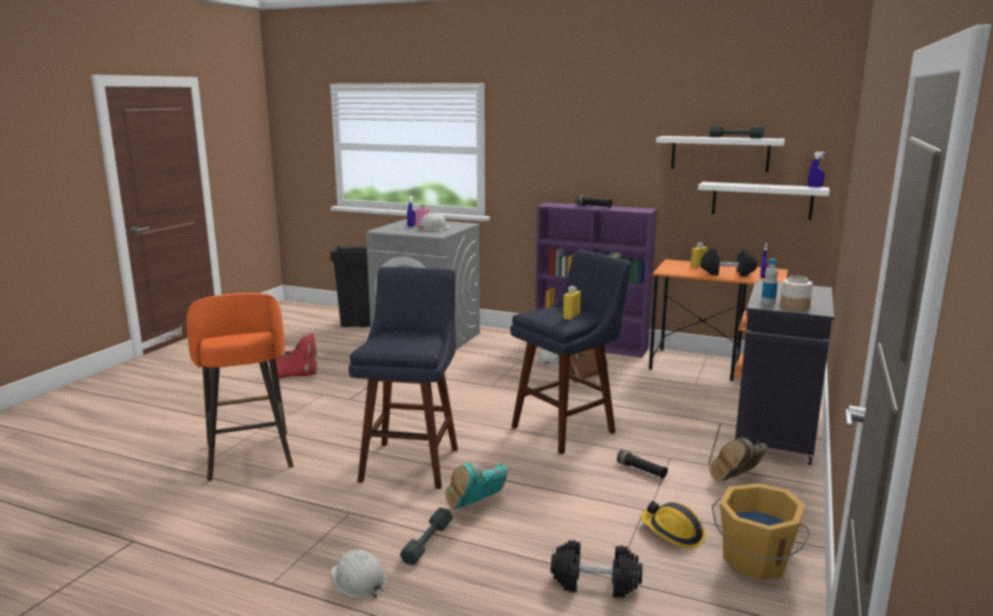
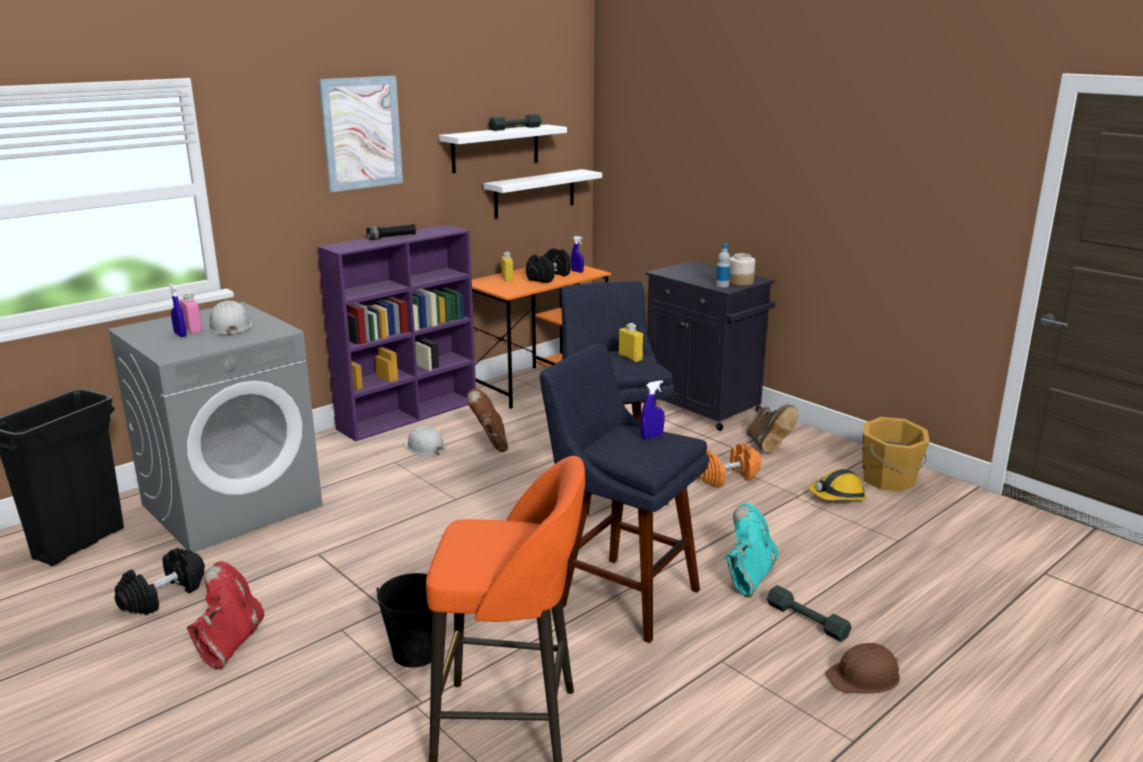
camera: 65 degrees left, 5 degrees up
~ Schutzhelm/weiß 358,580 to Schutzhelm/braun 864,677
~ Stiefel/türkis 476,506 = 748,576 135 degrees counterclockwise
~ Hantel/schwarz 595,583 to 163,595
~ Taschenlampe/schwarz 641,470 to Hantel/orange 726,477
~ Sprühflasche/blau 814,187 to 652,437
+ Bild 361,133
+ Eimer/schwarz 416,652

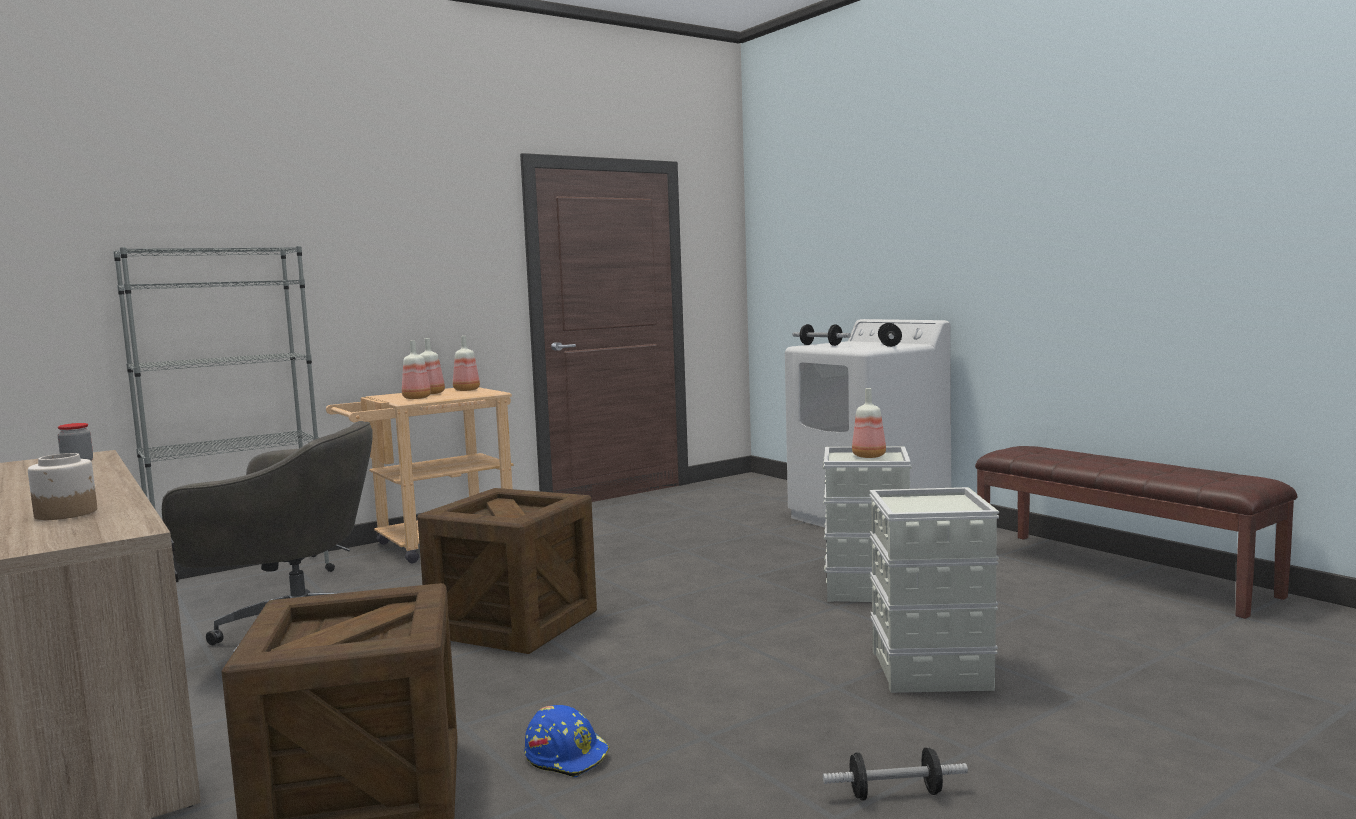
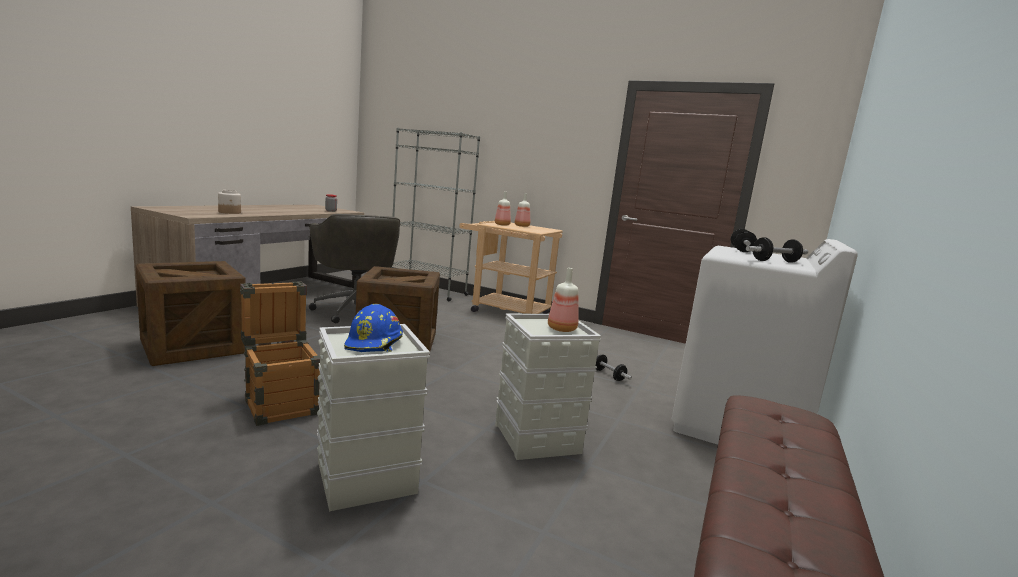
camera: 60 degrees right, 5 degrees up
- Flasche 466,390
~ Schutzhelm/blau 567,756 to 374,343
~ Hantel 895,794 to 608,375
+ Kiste 280,403

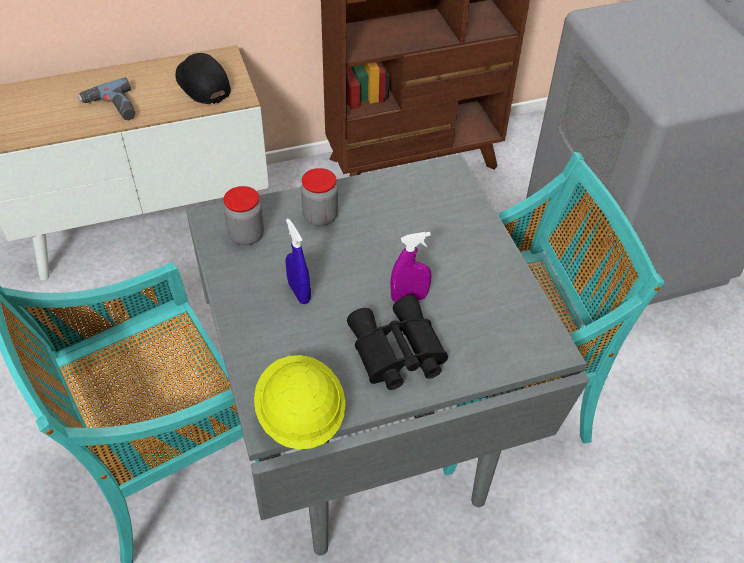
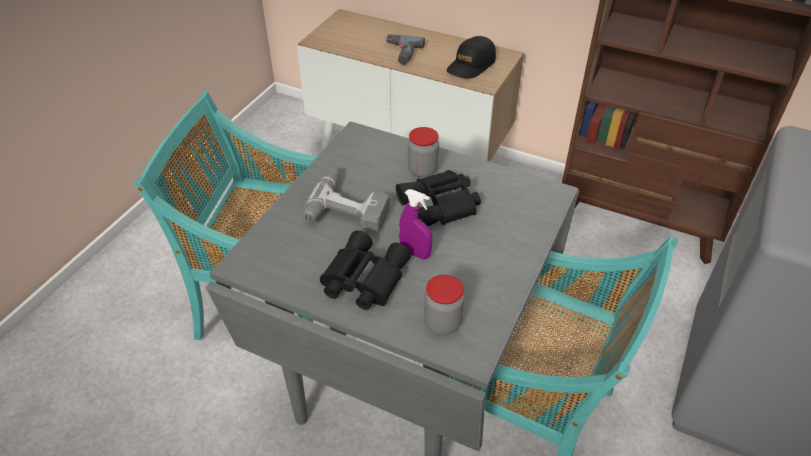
camera: 45 degrees right, 5 degrees down
~ Kappe/schwarz 202,84 = 471,65 150 degrees counterclockwise
~ Vorratsglas 246,235 to 442,323
- Schutzhelm/gelb 300,416
~ Sprühflasche/blau 299,293 to Bohrmaschine 351,205
+ Fernglas/schwarz 440,206

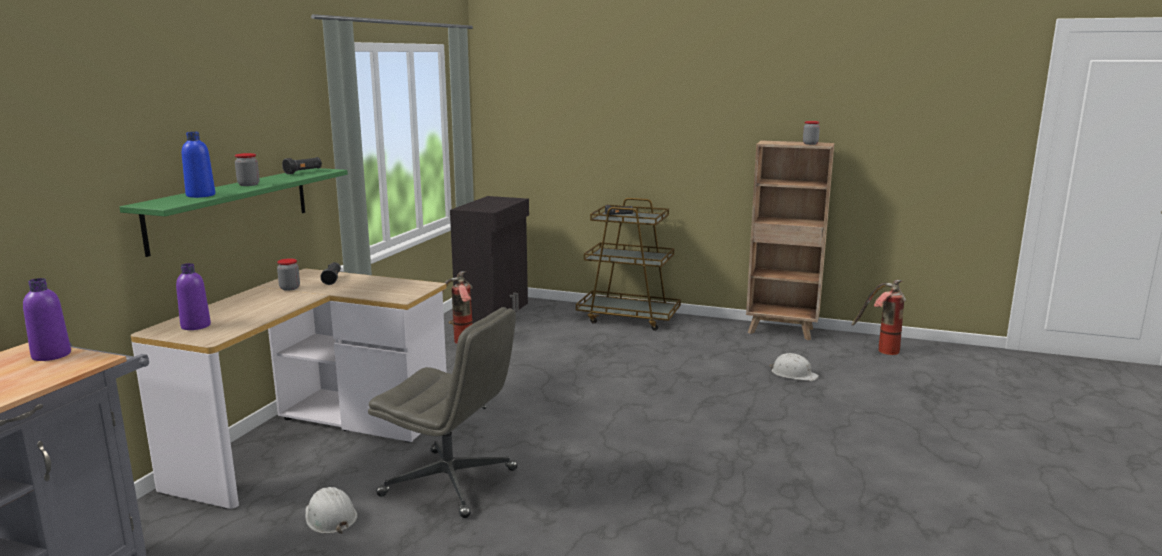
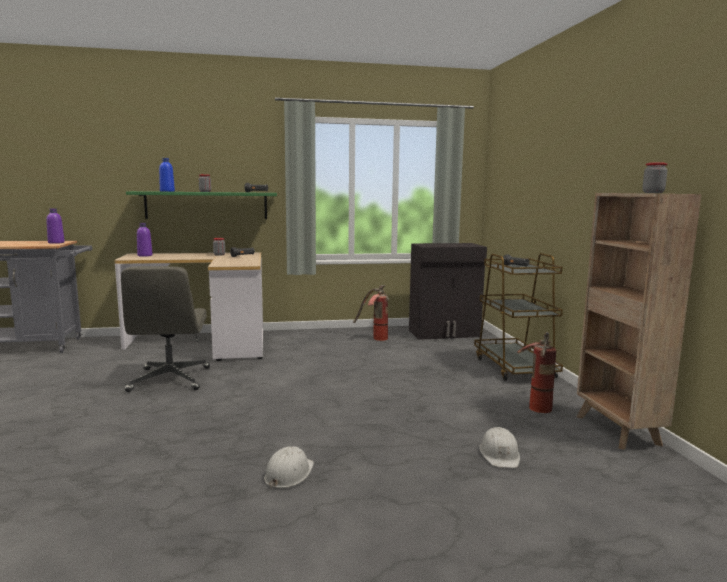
camera: 60 degrees right, 5 degrees down
~ Schutzhelm/weiß 330,517 to 288,474
~ Feuerlöscher 879,350 to 536,405

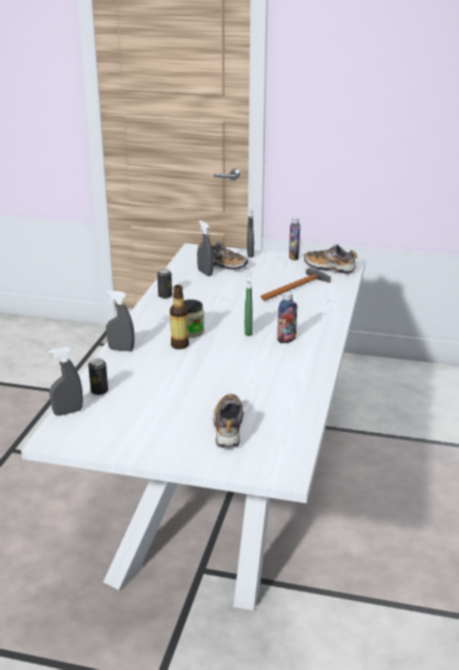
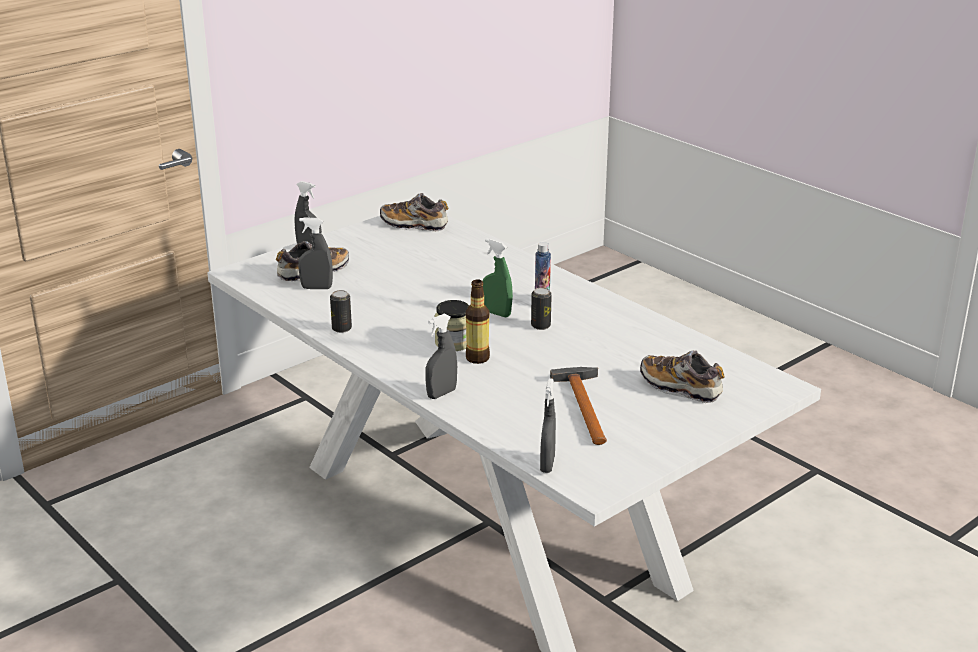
camera: 55 degrees left, 0 degrees up
~ Dose 99,391 to 540,326
~ Hammer 296,287 to 584,405
- Flasche 293,257
~ Schuh 329,268 = 414,225 45 degrees clockwise

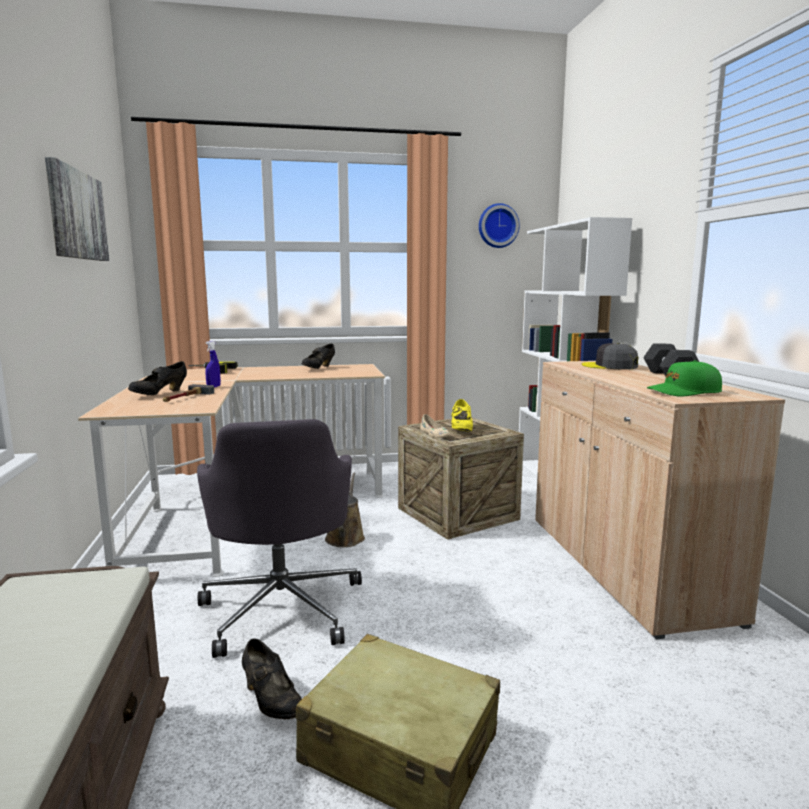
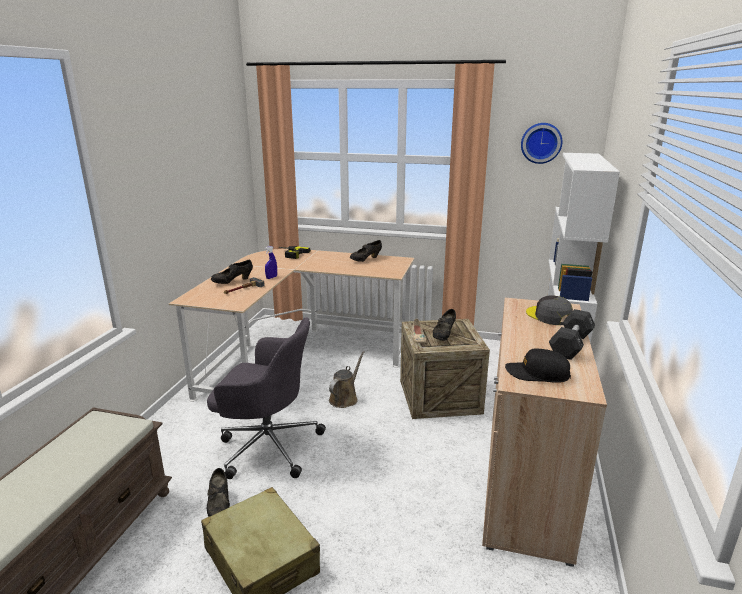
camera: 25 degrees right, 10 degrees up
- Bild 76,215
~ Bürostuhl/grau 282,608 = 267,445 90 degrees counterclockwise
~ Schuh/gelb 461,430 to Schuh/schwarz 444,335
~ Kappe/grün 684,392 to Kappe/schwarz 537,374

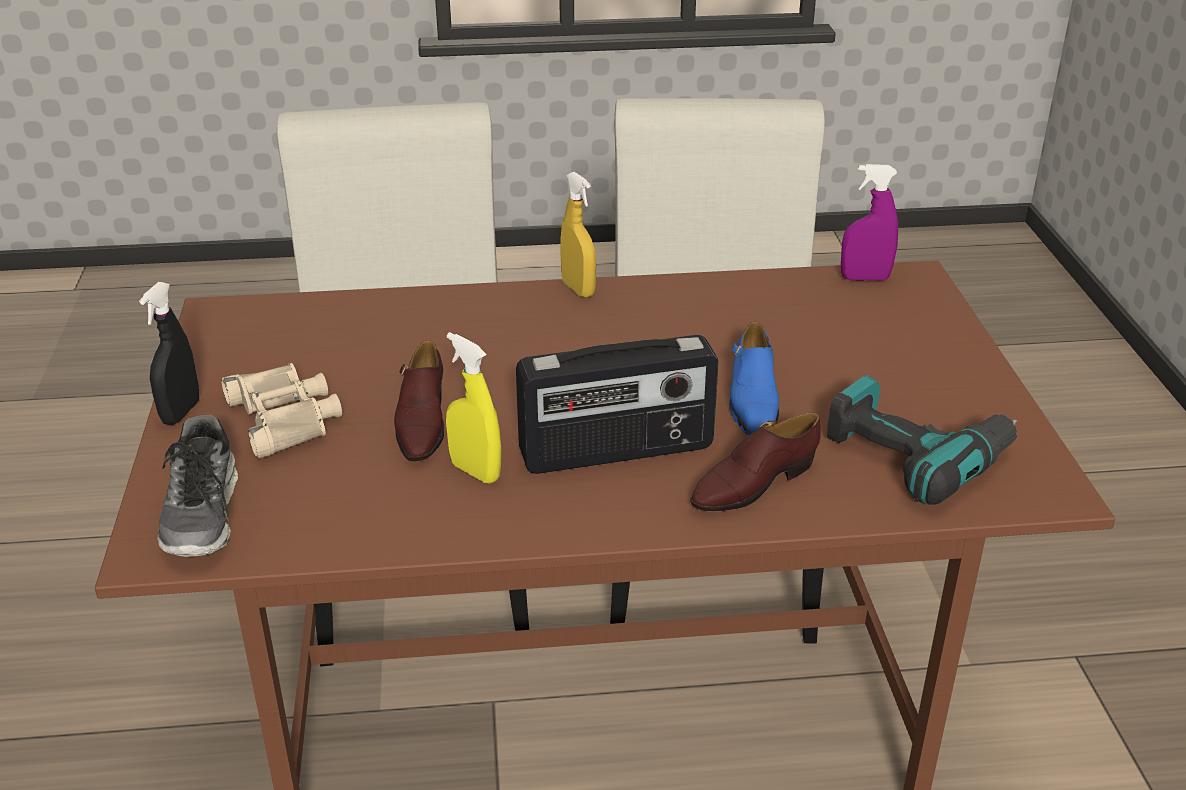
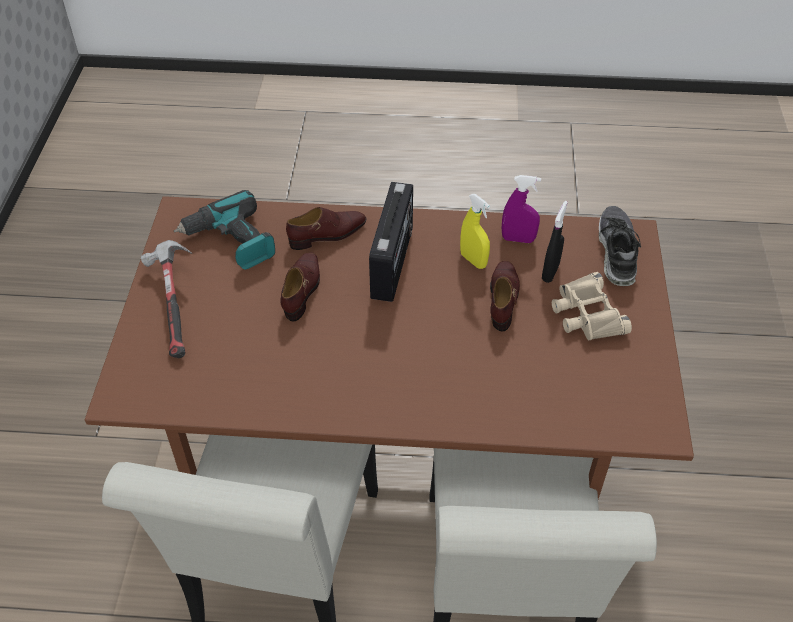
camera: 170 degrees left, 15 degrees up
~ Sprühflasche/schwarz 181,412 to 550,272
~ Radio 617,452 = 393,263 105 degrees clockwise
- Sprühflasche/gelb 578,289
~ Schuh/blau 752,402 to Schuh/braun 302,289
~ Sprühflasche/lila 865,278 to 518,239
+ Hammer 173,305

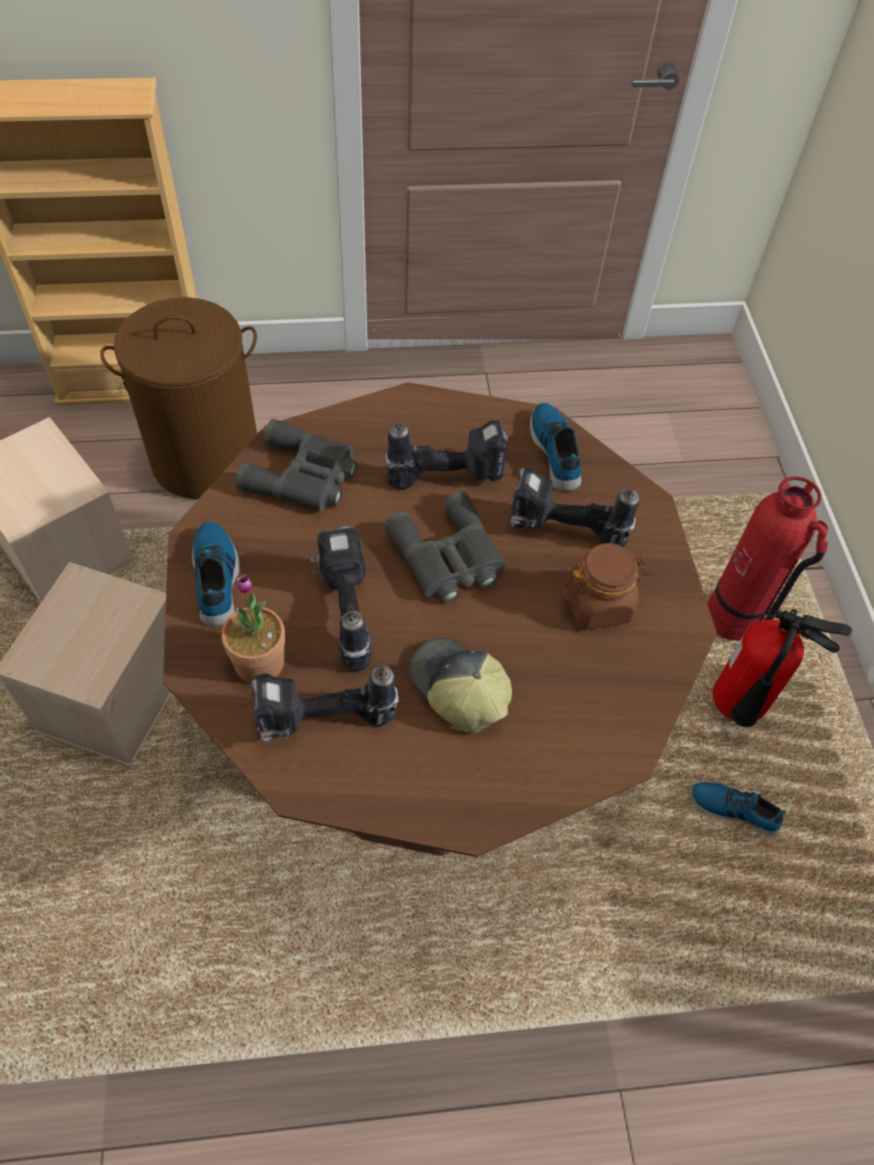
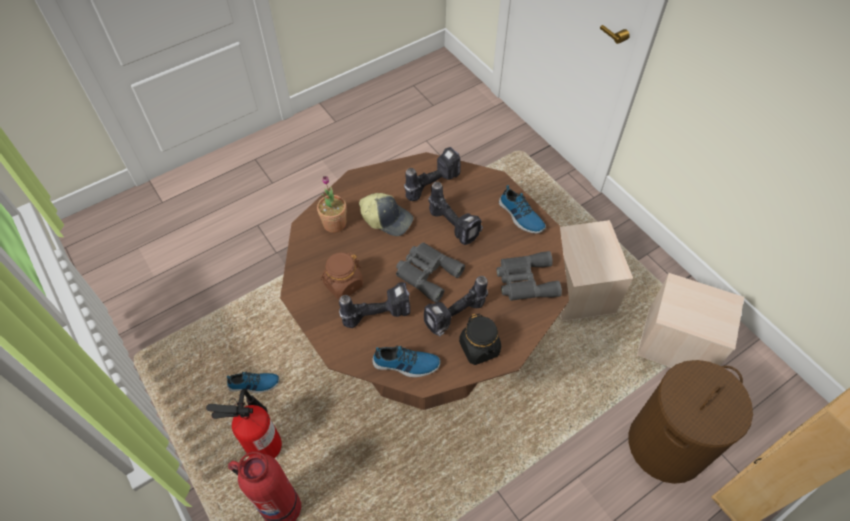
camera: 155 degrees right, 0 degrees up
~ Topfpflanze 259,663 to 334,223
~ Schuh 556,451 = 406,364 45 degrees counterclockwise
+ Vorratsglas/schwarz 479,348

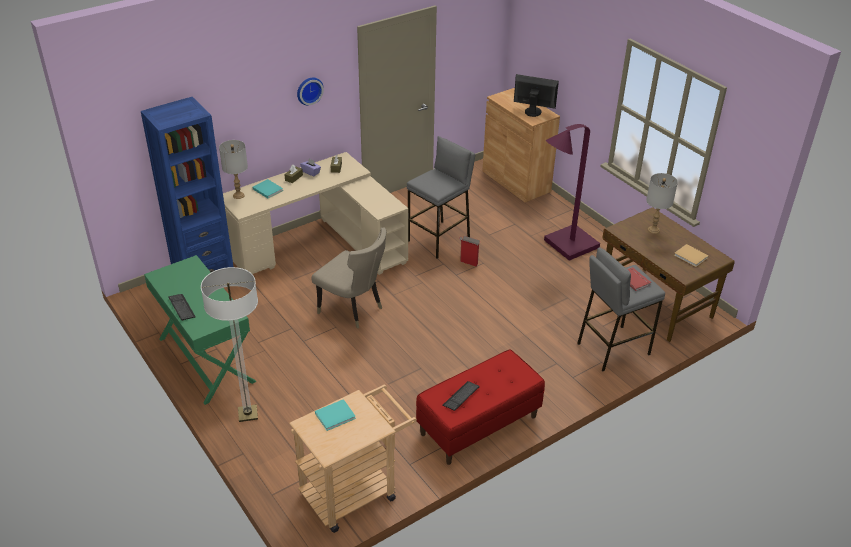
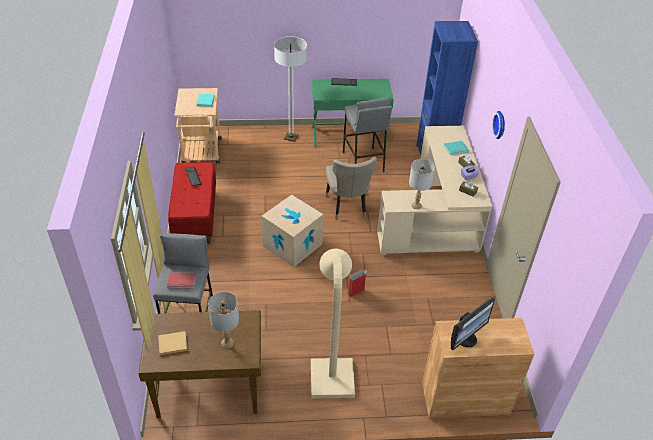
camera: 120 degrees right, 5 degrees up
~ Tischlampe/grau 238,195 to 416,206
~ Stuhl/beige 353,310 = 347,207 75 degrees counterclockwise
~ Hocker/grau 439,239 to 363,162
~ Stehlampe/lila 565,246 to Stehlampe/beige 331,372
+ Karton 292,245

